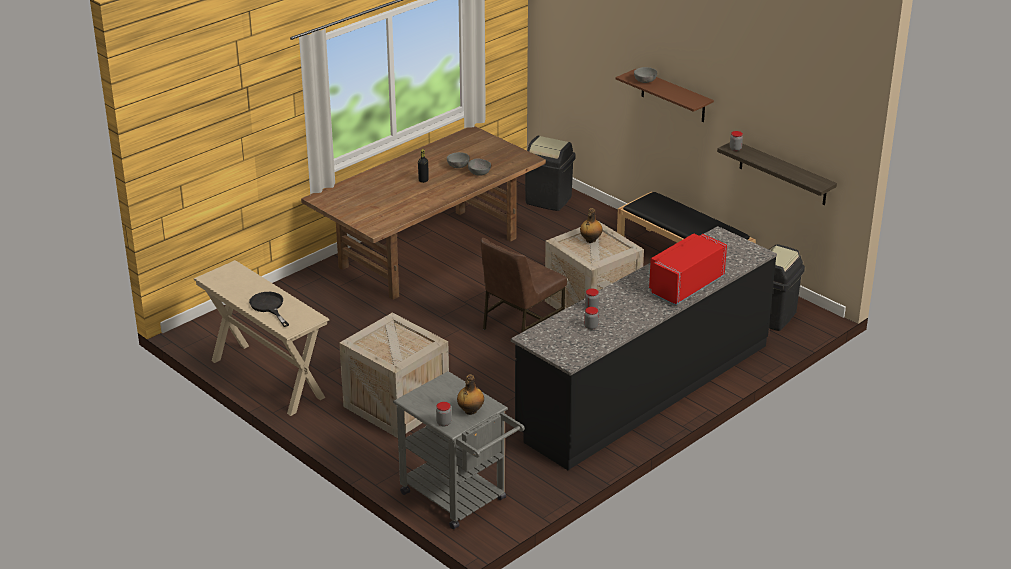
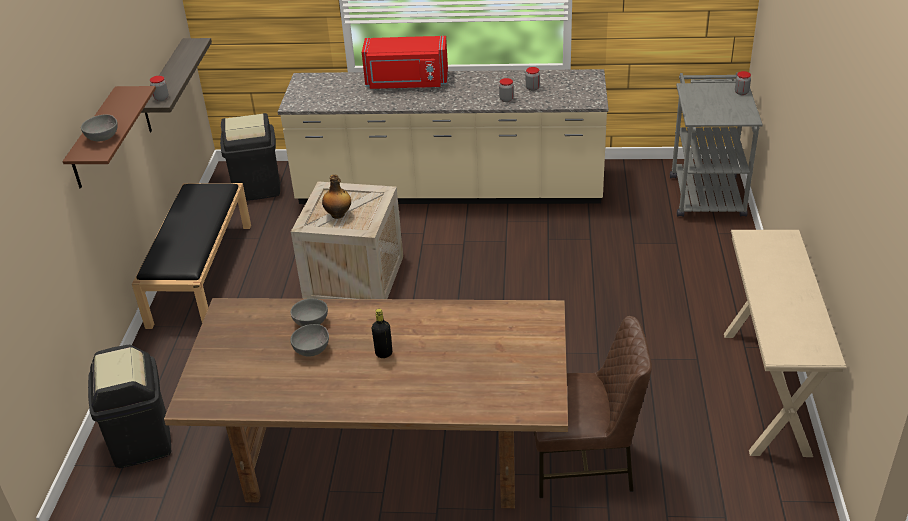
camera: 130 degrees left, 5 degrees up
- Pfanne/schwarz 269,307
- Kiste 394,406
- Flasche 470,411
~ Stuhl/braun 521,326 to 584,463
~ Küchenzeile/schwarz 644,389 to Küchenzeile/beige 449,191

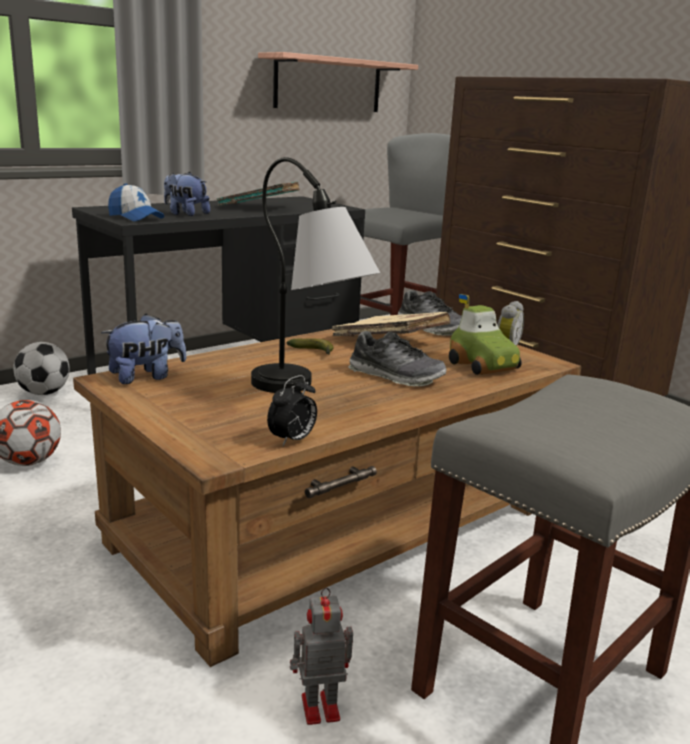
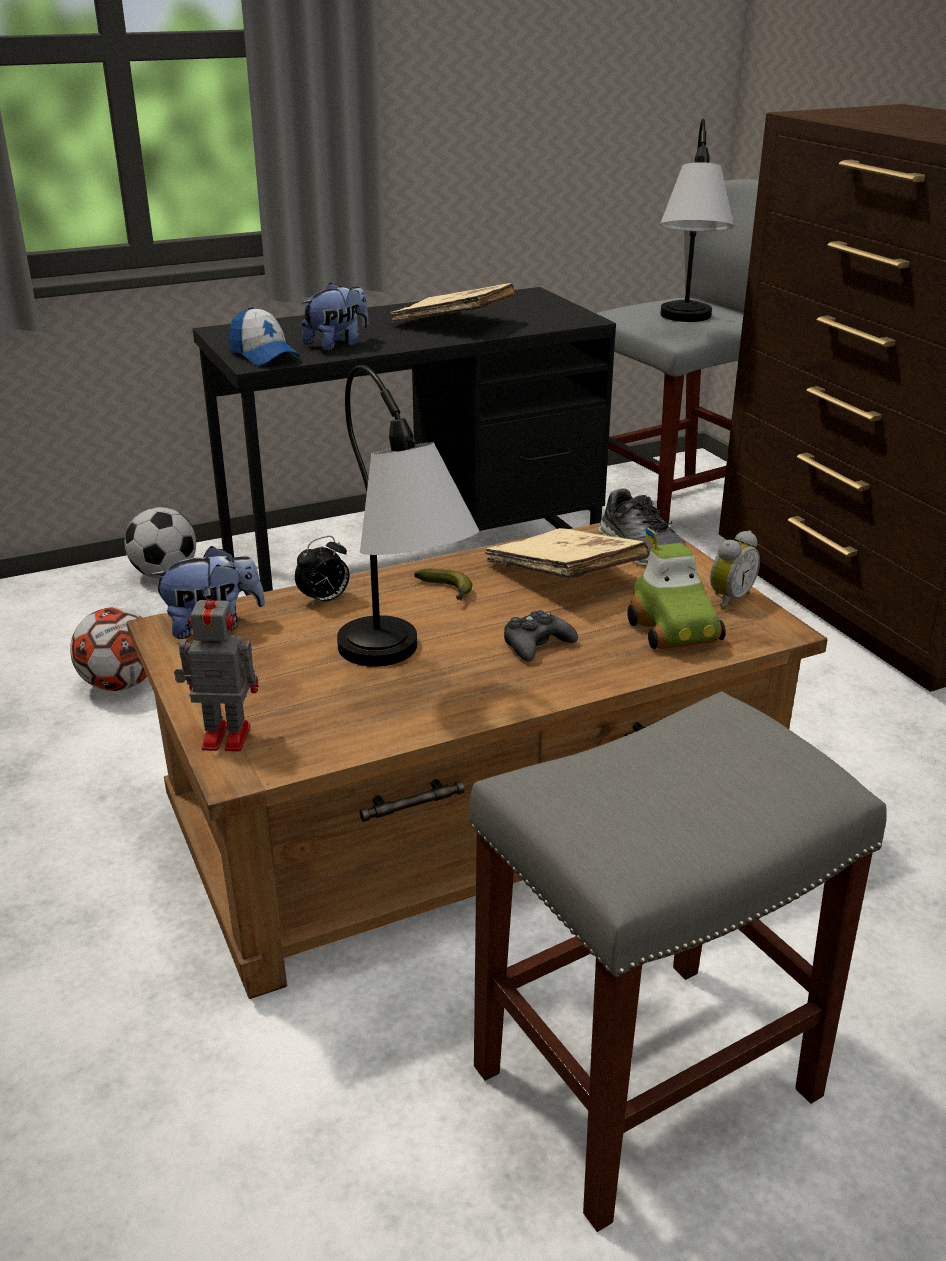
camera: 15 degrees right, 10 degrees up
~ Plüschtier 185,214 = 337,344 90 degrees clockwise
~ Buch/türkis 259,208 to Buch/beige 454,323
- Wandregal 328,84
~ Wecker 292,440 to 324,601
~ Spielzeugroboter 318,708 to 223,737
~ Schuh 395,376 to Gamepad/schwarz 536,644
+ Tischlampe 685,324

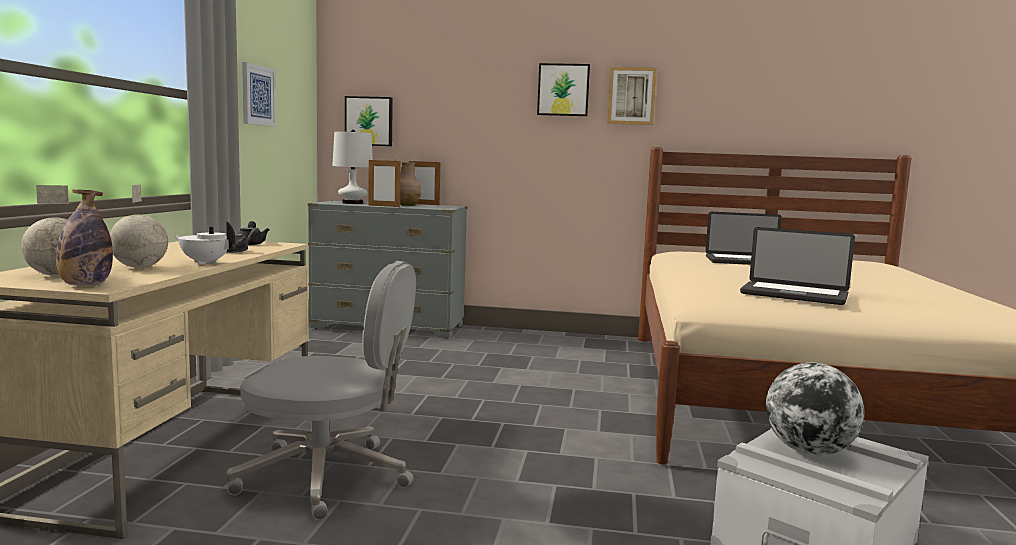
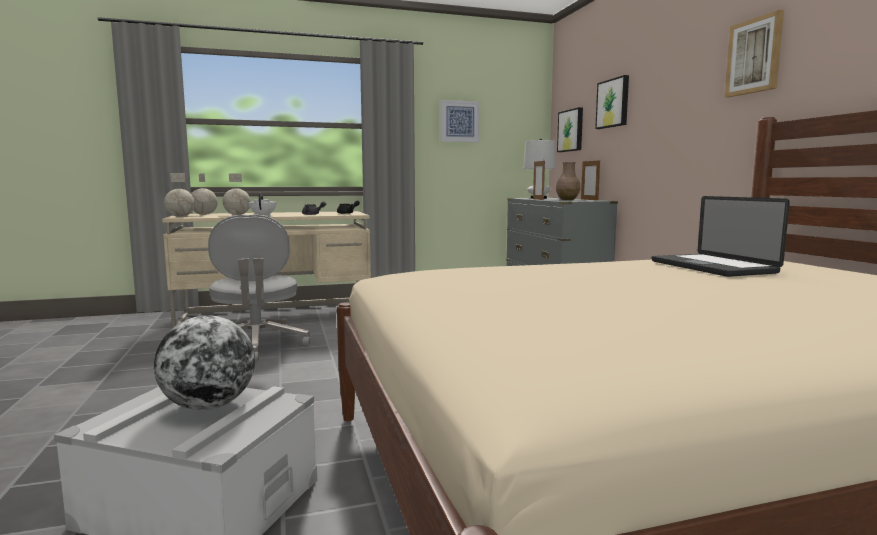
camera: 65 degrees right, 0 degrees up
~ Flasche 85,285 to Globus 180,216
~ Bild 563,90 to 613,103
- Laptop 794,295

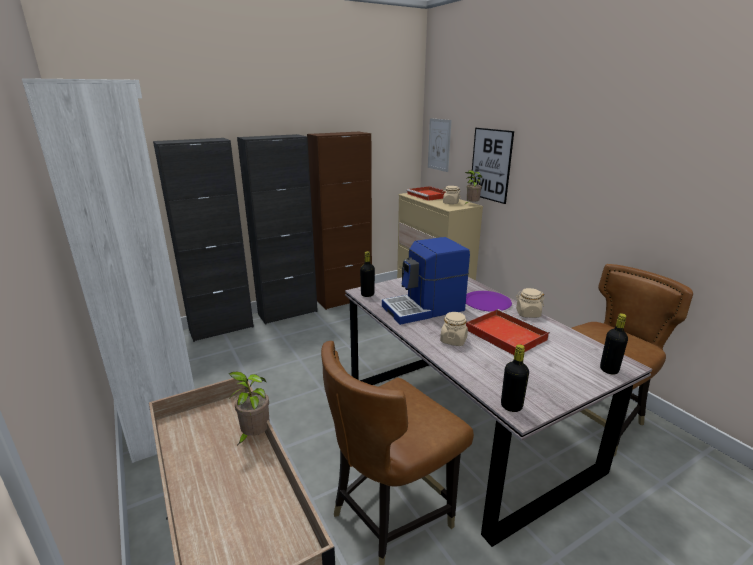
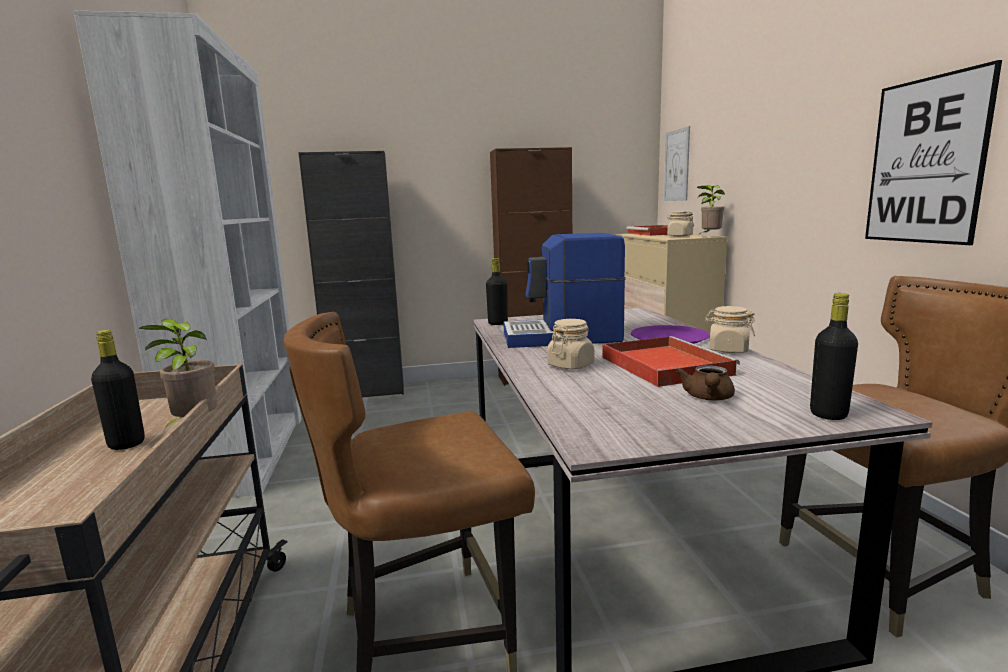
camera: 20 degrees right, 10 degrees down
- Schrank/schwarz 288,313
~ Bild 490,165 to 925,161
~ Flasche/schwarz 511,406 to 126,444
+ Teekanne/braun 708,398

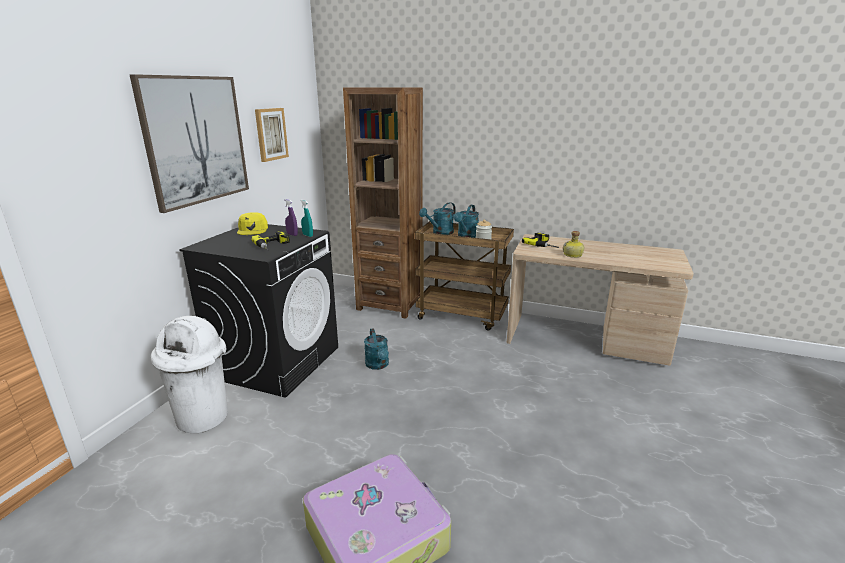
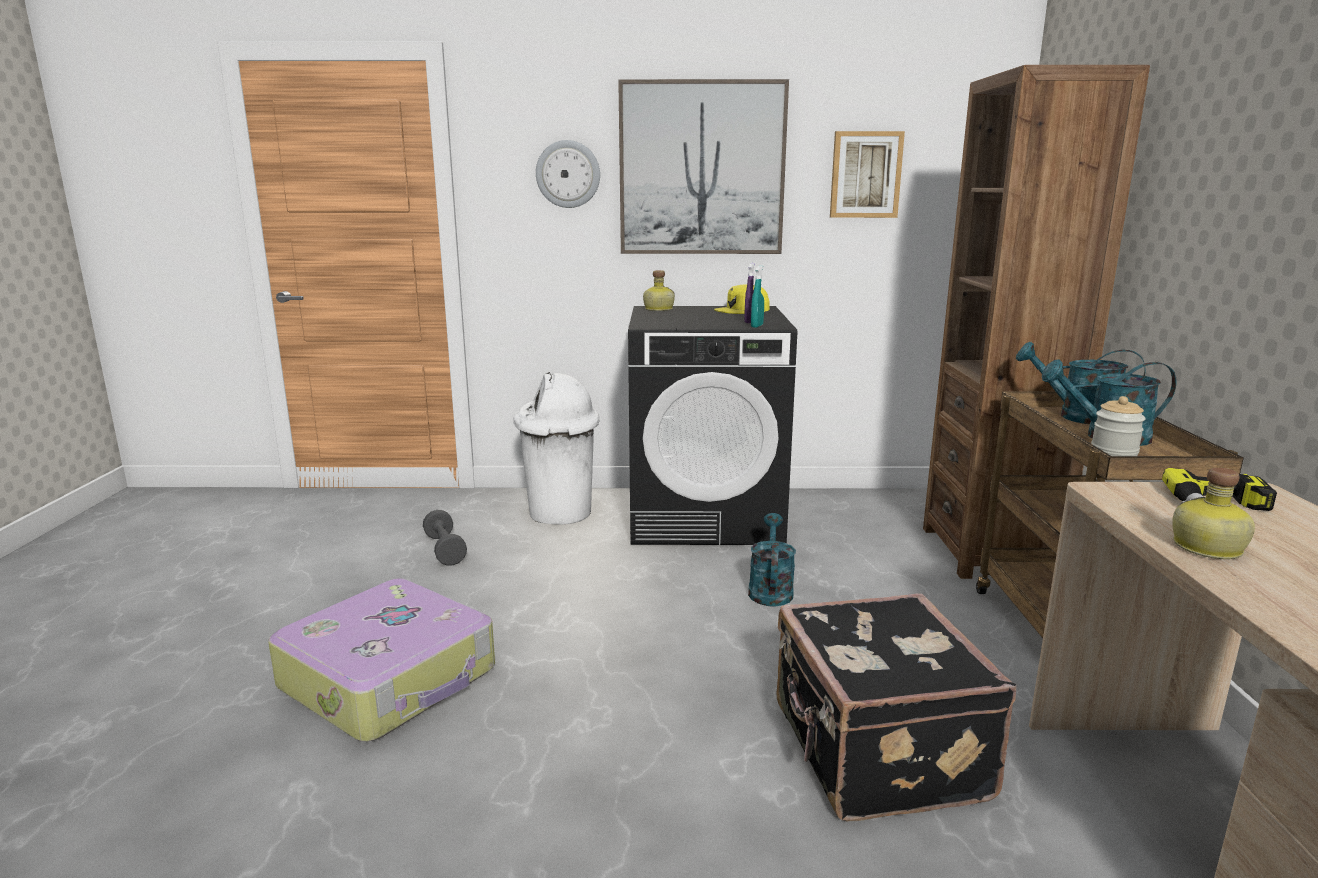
camera: 70 degrees right, 5 degrees down
- Bohrmaschine 274,246
~ Gießkanne/türkis 378,365 = 770,589 135 degrees clockwise
+ Hantel/grau 445,550
+ Wanduhr 568,174
+ Flasche 657,309
+ Koffer/schwarz 875,753

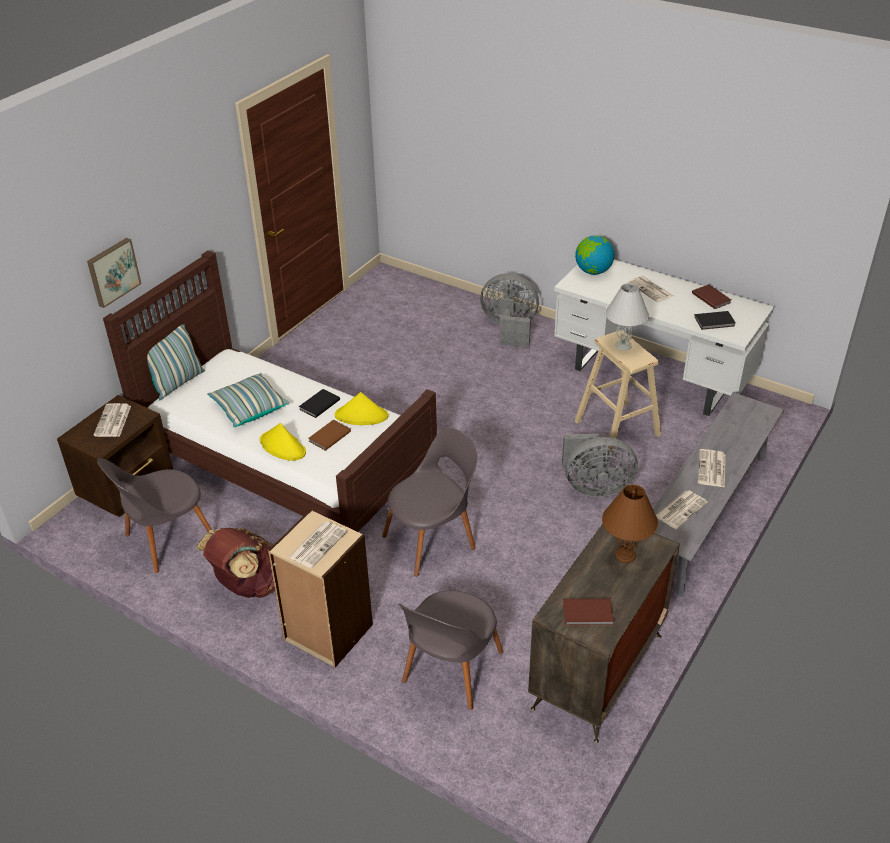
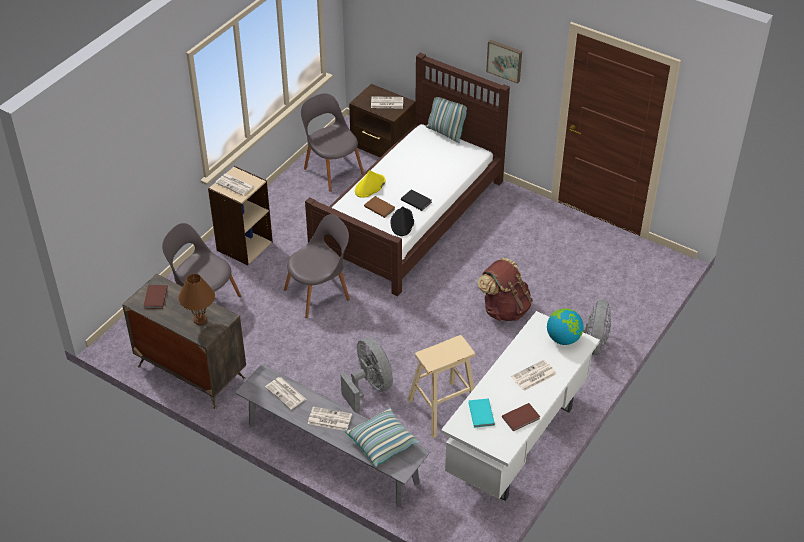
camera: 90 degrees right, 5 degrees up
~ Bild 112,271 to 505,60
~ Rucksack/braun 248,585 to 504,309
~ Kissen 249,408 to 382,443
~ Hut/gelb 361,416 to Hut/schwarz 402,222
~ Stuhl/grau 432,540 = 319,293 90 degrees counterclockwise
~ Ventilator/grau 594,487 = 369,387 150 degrees clockwise
- Tischlampe/weiß 623,346
~ Buch/schwarz 715,322 to Buch/türkis 480,414

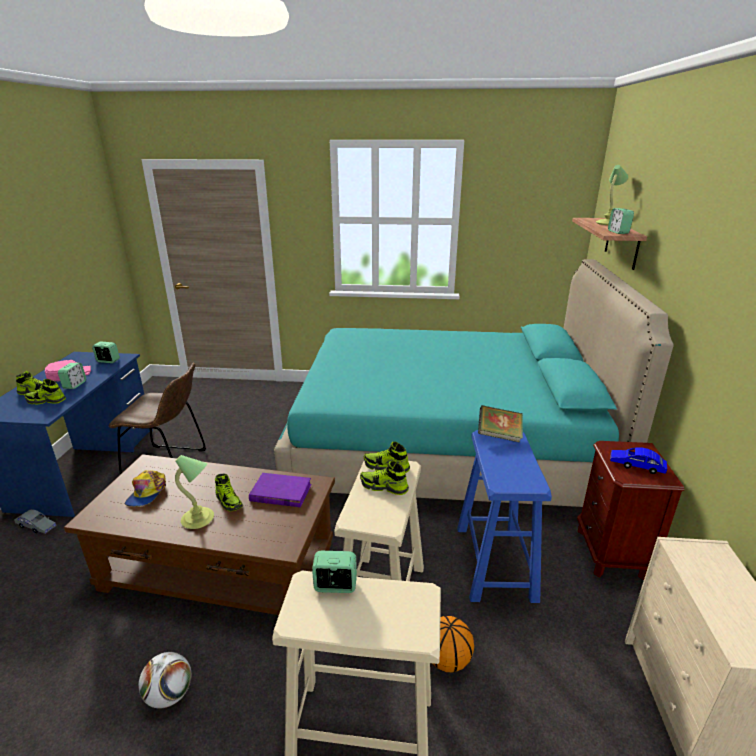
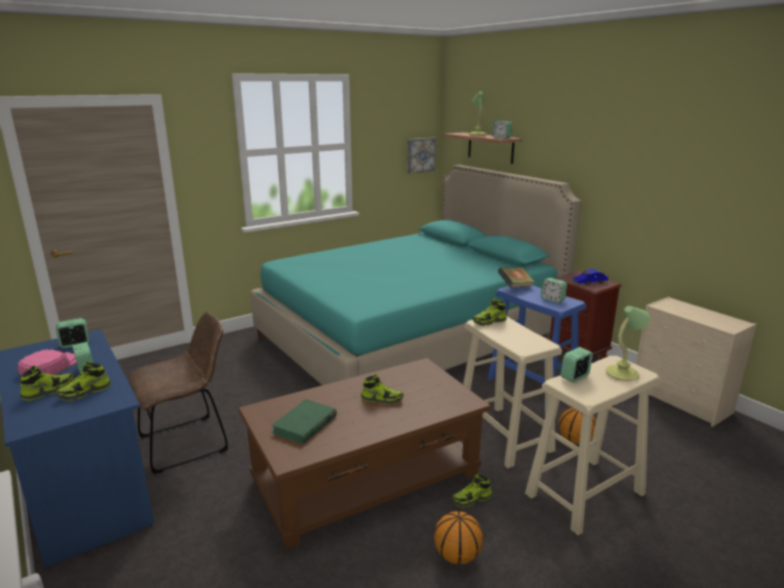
camera: 40 degrees left, 5 degrees down
- Spielzeugauto/grau 36,526
~ Kappe 147,493 to Buch/grün 304,424
~ Fußball 169,694 to Basketball 457,556
~ Tischlampe 199,519 to 623,373
- Buch/lila 280,493
~ Schuh 384,487 to 471,499
+ Bild 420,155
+ Wecker 552,299

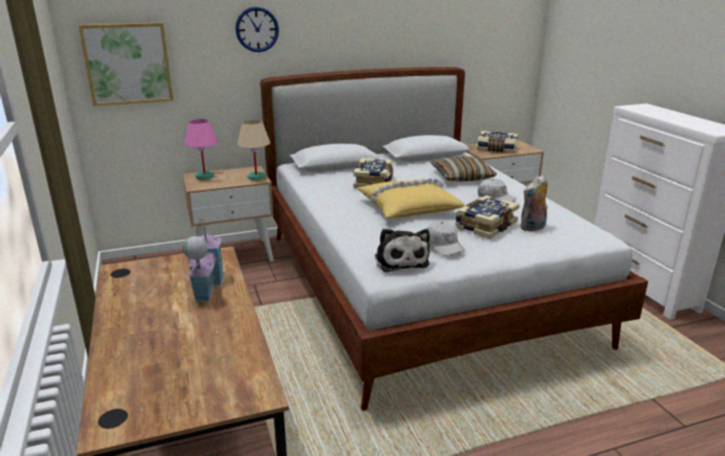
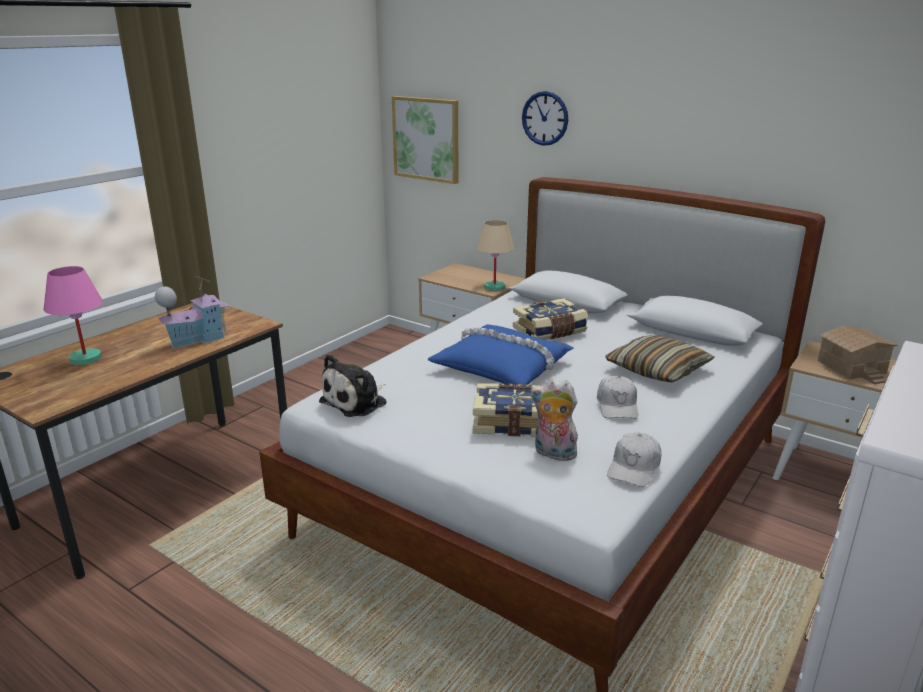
camera: 55 degrees right, 0 degrees up
~ Tischlampe/rosa 204,176 to 86,358
~ Kissen/gelb 408,207 to Kissen/blau 502,367
~ Kappe/weiß 444,245 to 634,468
~ Buch 496,149 to Spielzeughaus 852,367

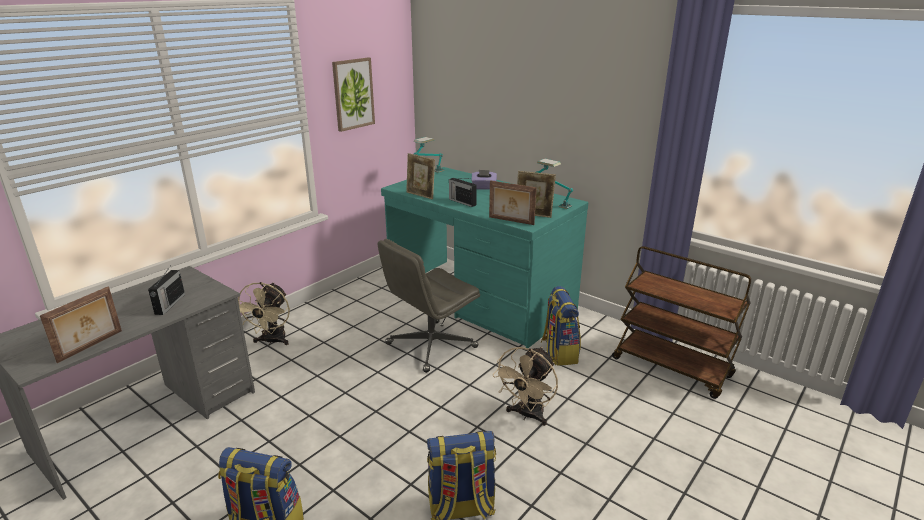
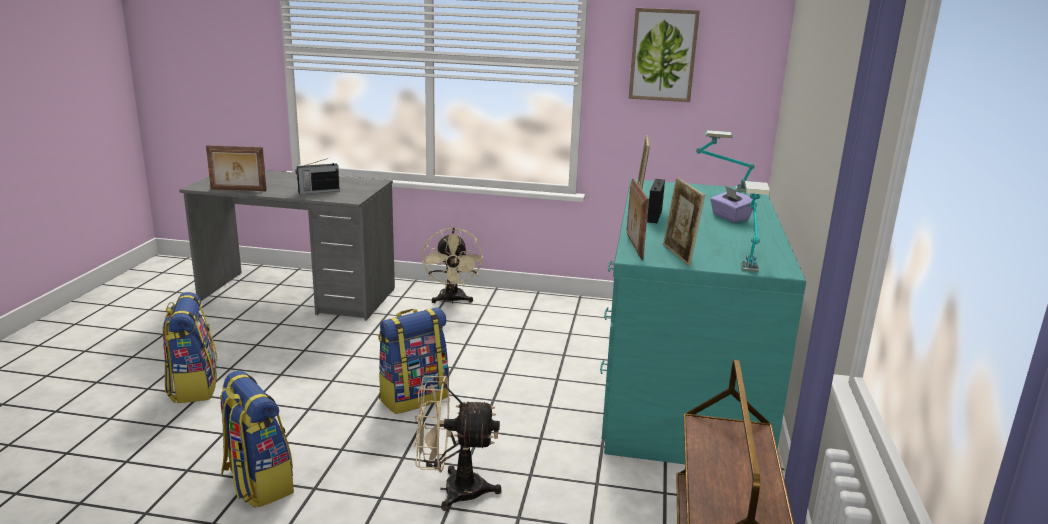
camera: 60 degrees right, 5 degrees down
~ Ventilator/beige 272,341 = 452,300 75 degrees counterclockwise
- Bürostuhl/grau 430,346
~ Rucksack 559,352 to 414,397

